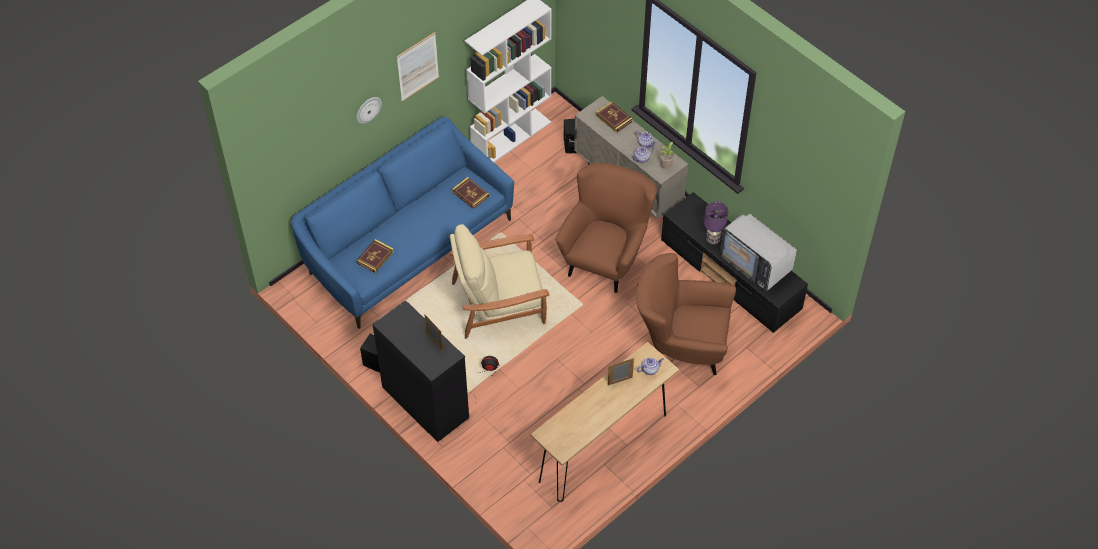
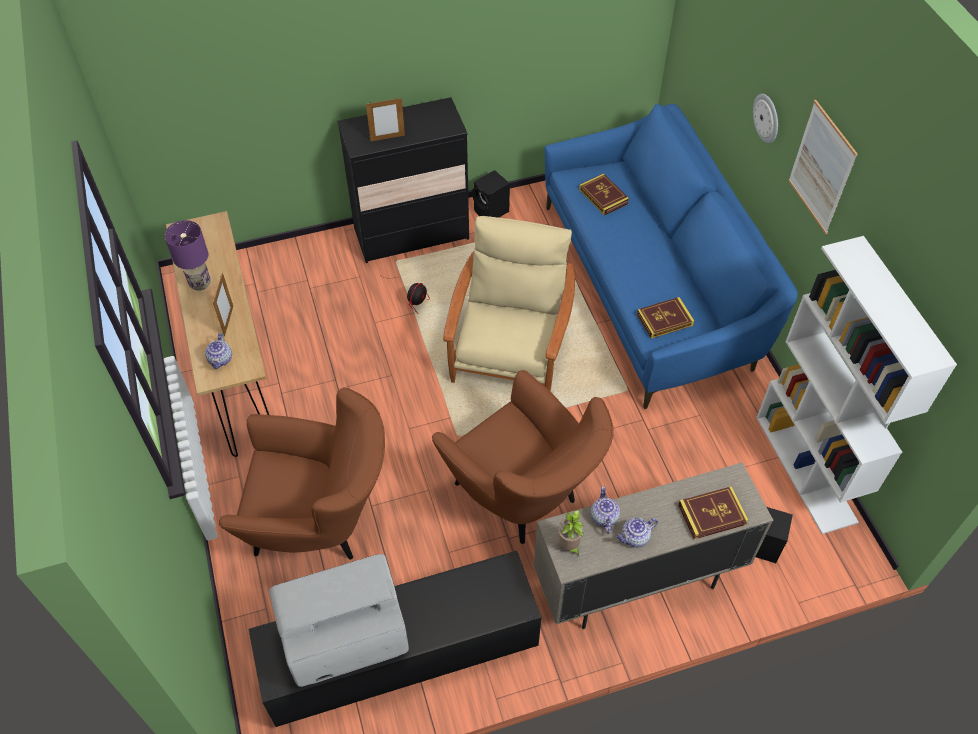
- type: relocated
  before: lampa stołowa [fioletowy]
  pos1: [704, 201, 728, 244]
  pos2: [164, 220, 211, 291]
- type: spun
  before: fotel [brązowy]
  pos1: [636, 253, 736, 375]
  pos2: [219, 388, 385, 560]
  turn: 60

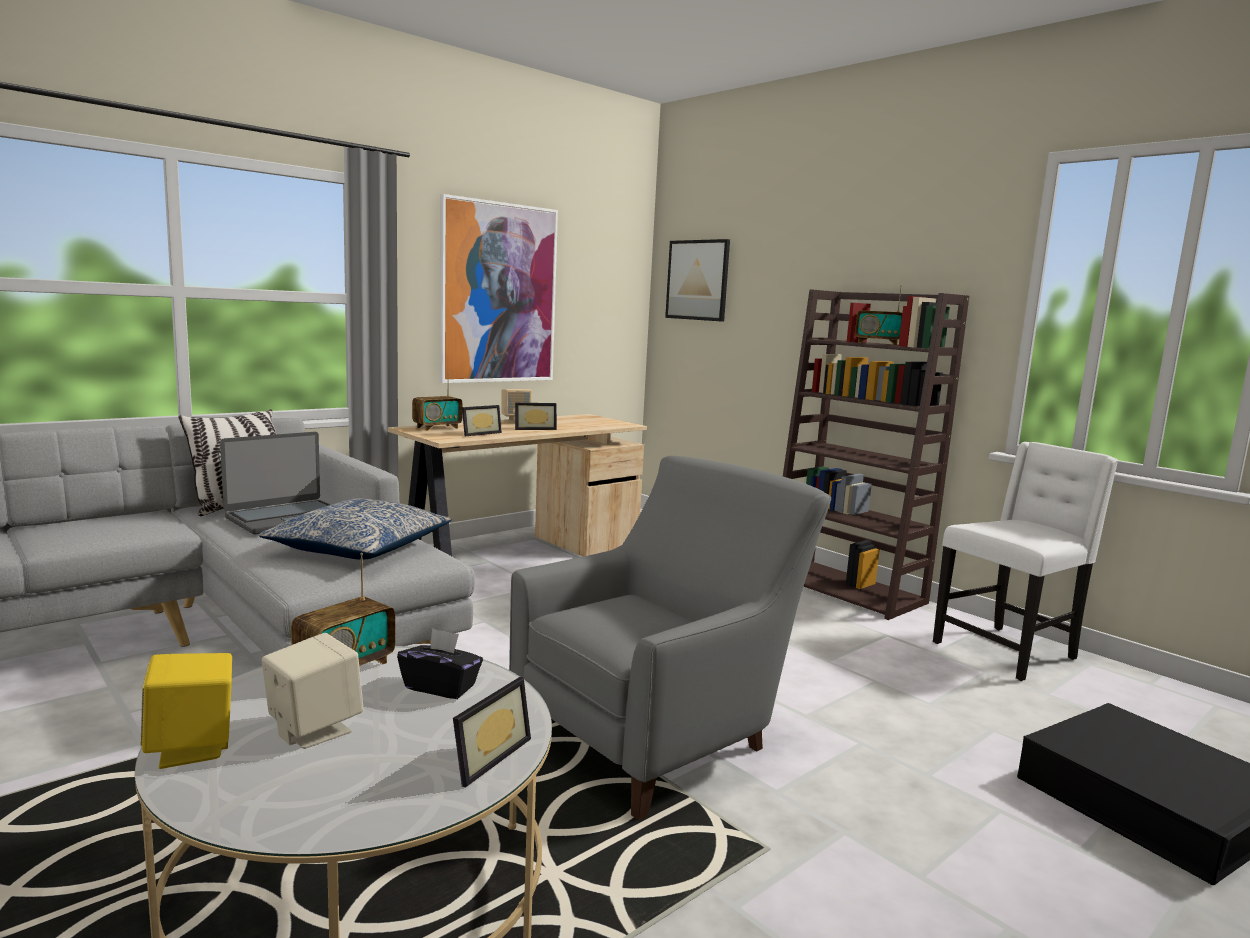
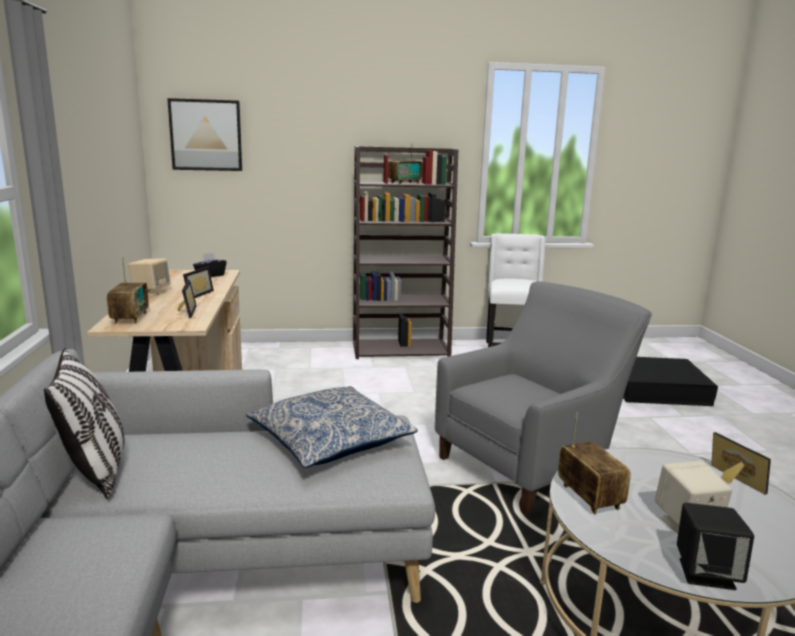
- type: missing
  before: obraz
  pos1: [439, 194, 558, 383]
- type: missing
  before: laptop
  pos1: [220, 432, 330, 535]
- type: spun
  before: fotel [szary]
  pos1: [509, 456, 831, 820]
  pos2: [435, 281, 652, 515]
  turn: 60
- type: relocated
  before: pudełko chusteczek [czarny]
  pos1: [397, 628, 483, 699]
  pos2: [193, 253, 227, 277]
- type: colour
  before: głośnik [żółty]
  after: głośnik [czarny]
  pos1: [141, 653, 232, 769]
  pos2: [677, 503, 754, 590]

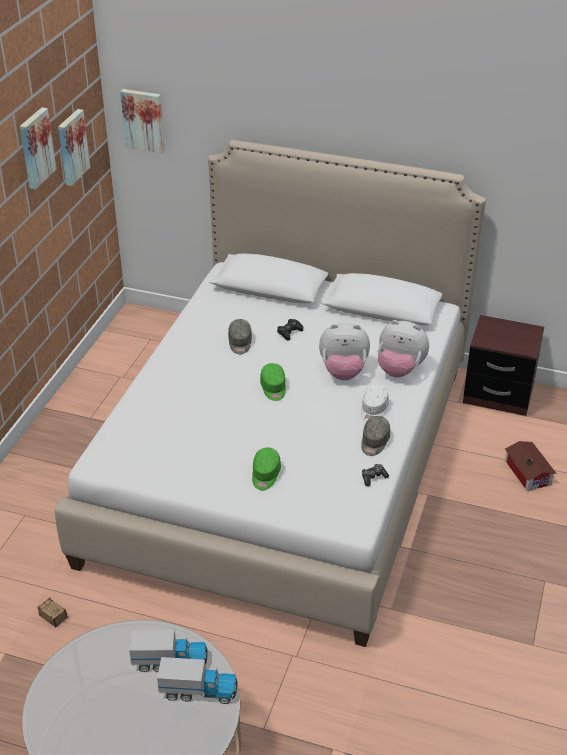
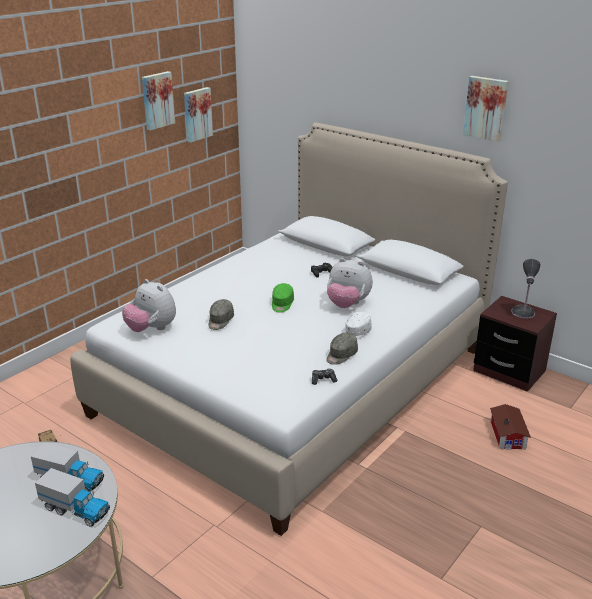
- type: relocated
  before: obraz
  pos1: [120, 89, 165, 153]
  pos2: [463, 76, 509, 142]
- type: relocated
  before: czapka z daszkiem [szary]
  pos1: [228, 319, 252, 354]
  pos2: [208, 299, 234, 330]
- type: relocated
  before: pluszak
  pos1: [378, 320, 429, 378]
  pos2: [122, 279, 176, 332]
- type: missing
  before: czapka z daszkiem [zielony]
  pos1: [252, 447, 281, 490]
- type: appeared
  after: lampa stołowa
  pos2: [511, 259, 540, 319]

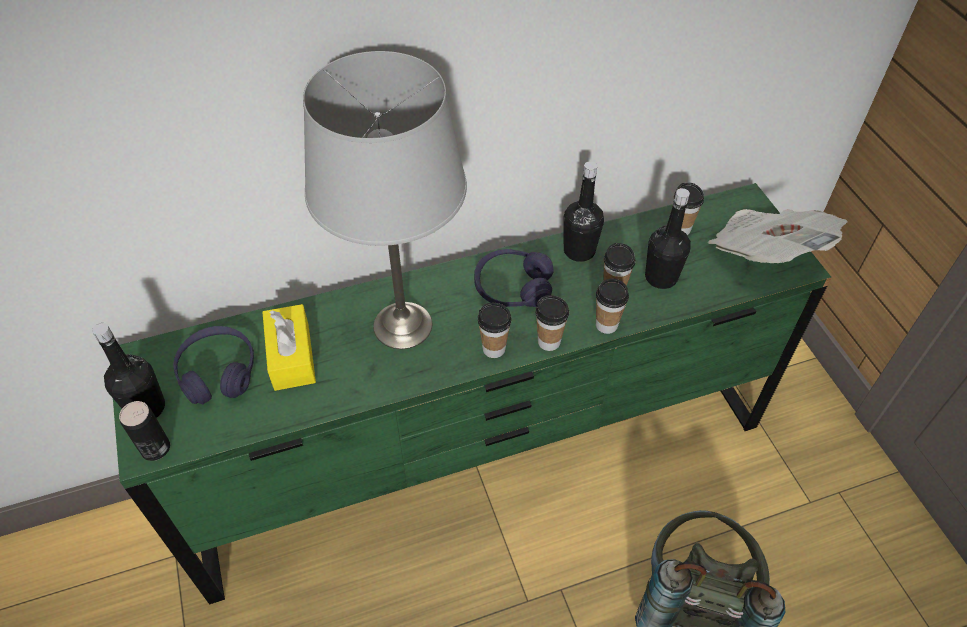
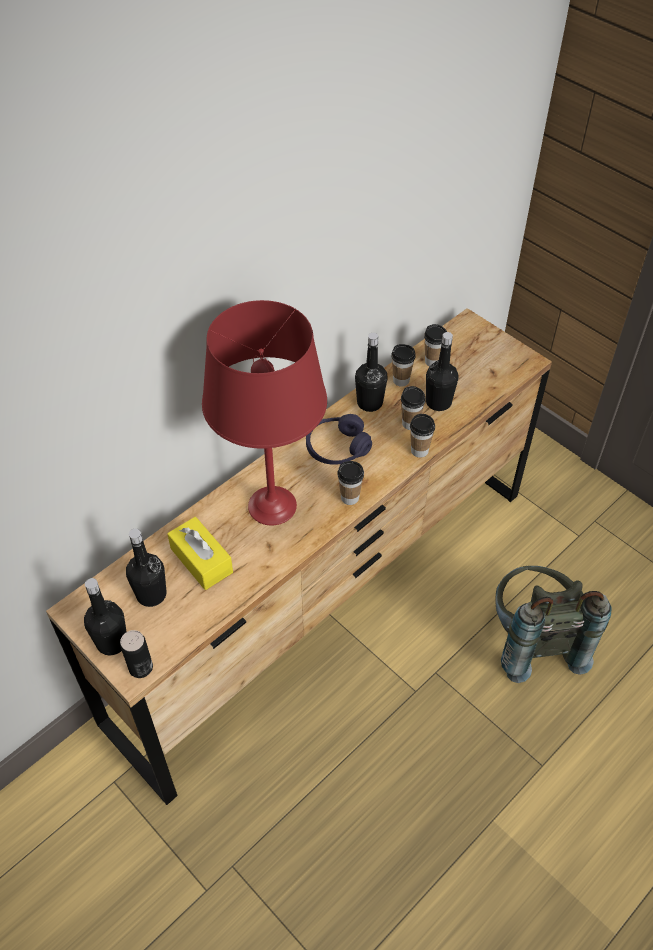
- type: colour
  before: lampa stołowa [szary]
  after: lampa stołowa [czerwony]
  pos1: [303, 51, 467, 349]
  pos2: [202, 300, 327, 526]
- type: colour
  before: komoda [zielony]
  after: komoda [brązowy]
  pos1: [110, 183, 832, 605]
  pos2: [46, 308, 552, 805]
- type: missing
  before: gazeta
  pos1: [708, 209, 847, 263]
- type: relocated
  before: filiżanka
  pos1: [536, 295, 569, 351]
  pos2: [392, 344, 416, 387]
- type: exchanged
  before: słuchawki [fioletowy]
  after: butelka [czarny]
  pos1: [173, 326, 254, 404]
  pos2: [126, 529, 167, 607]

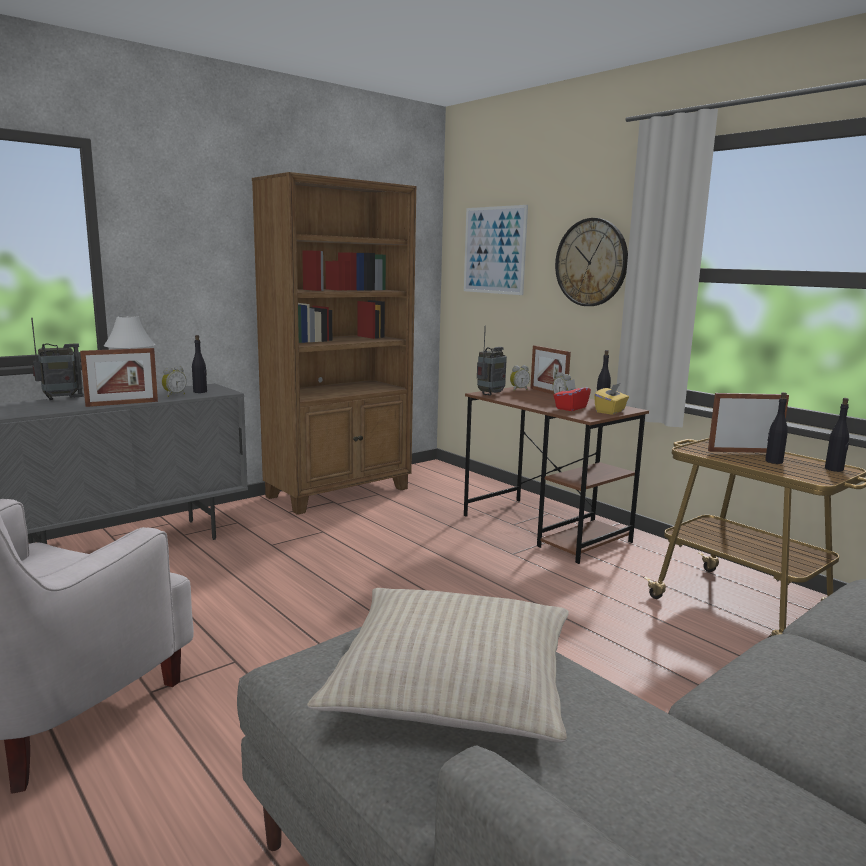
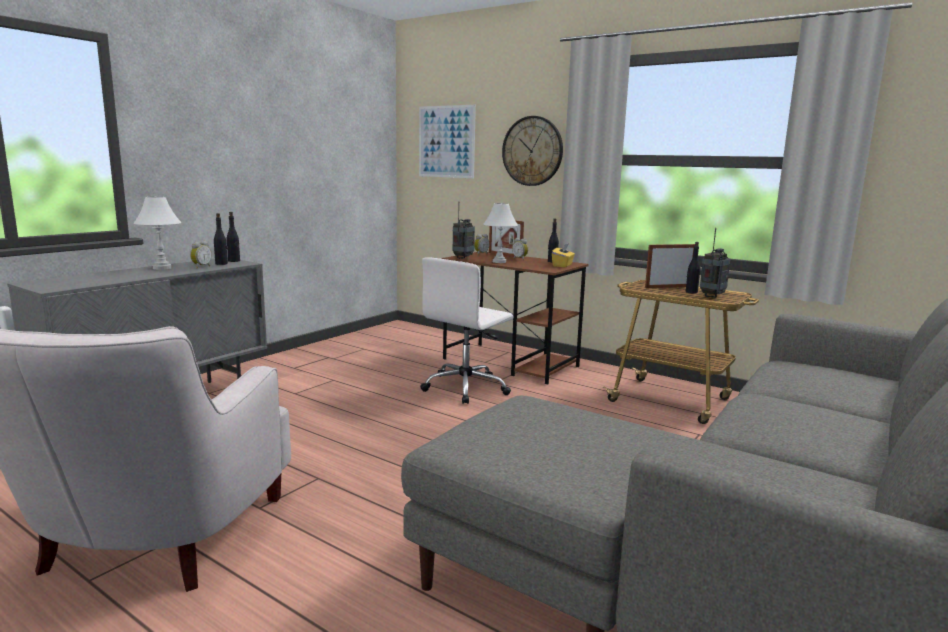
- type: missing
  before: regał [brązowy]
  pos1: [252, 172, 416, 515]
- type: relocated
  before: radio
  pos1: [31, 318, 84, 400]
  pos2: [700, 228, 731, 298]
- type: missing
  before: ramka na zdjęcie
  pos1: [80, 348, 158, 407]
- type: missing
  before: pudełko chusteczek [czerwony]
  pos1: [553, 379, 591, 411]
- type: relocated
  before: butelka [czarny]
  pos1: [825, 398, 849, 472]
  pos2: [227, 212, 240, 262]
- type: missing
  before: poduszka [beżowy]
  pos1: [307, 588, 569, 742]
- type: appeared
  after: lampa stołowa [biały]
  pos2: [483, 203, 518, 263]
- type: appeared
  after: krzesło biurowe [biały]
  pos2: [420, 258, 513, 404]

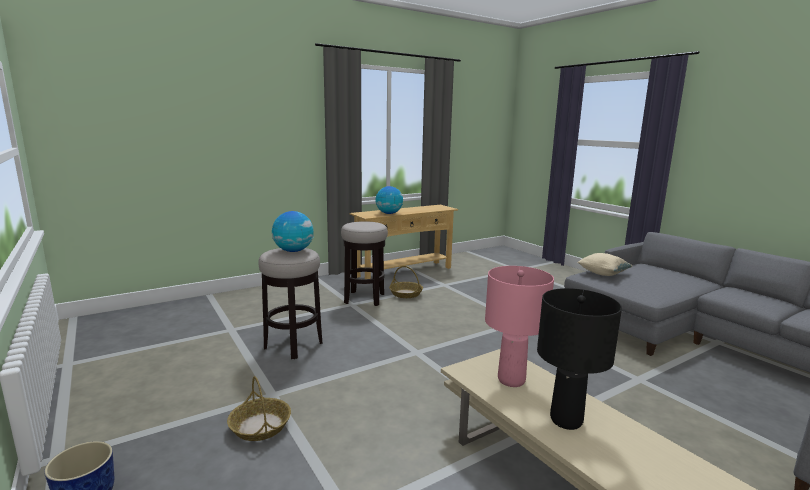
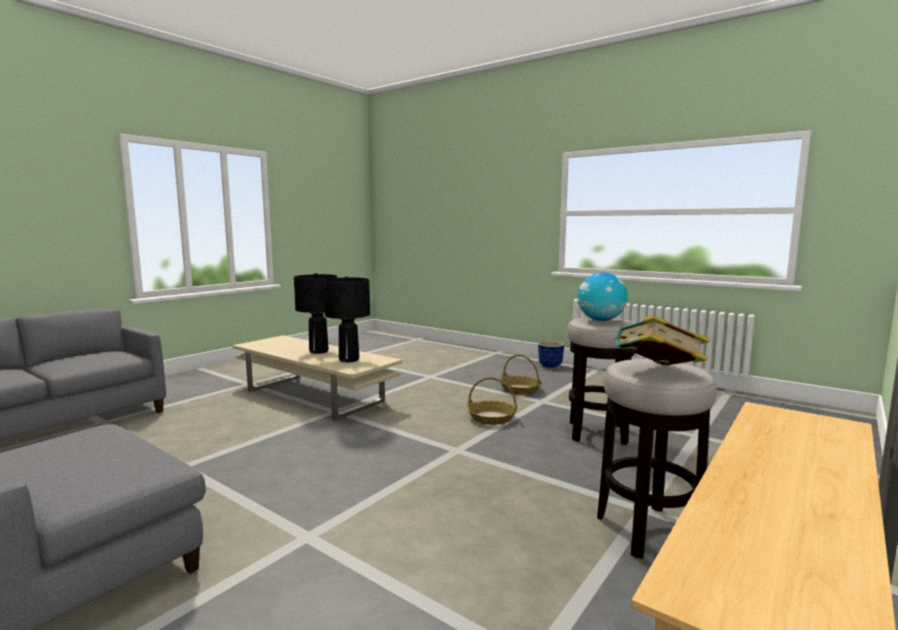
- type: missing
  before: globus
  pos1: [376, 186, 403, 214]
- type: missing
  before: poduszka [beżowy]
  pos1: [578, 253, 632, 276]
- type: relocated
  before: koszyk
  pos1: [389, 266, 423, 298]
  pos2: [467, 377, 517, 425]
- type: colour
  before: lampa stołowa [różowy]
  after: lampa stołowa [czarny]
  pos1: [485, 266, 554, 387]
  pos2: [323, 276, 370, 362]
- type: appeared
  after: książka
  pos2: [614, 315, 710, 365]

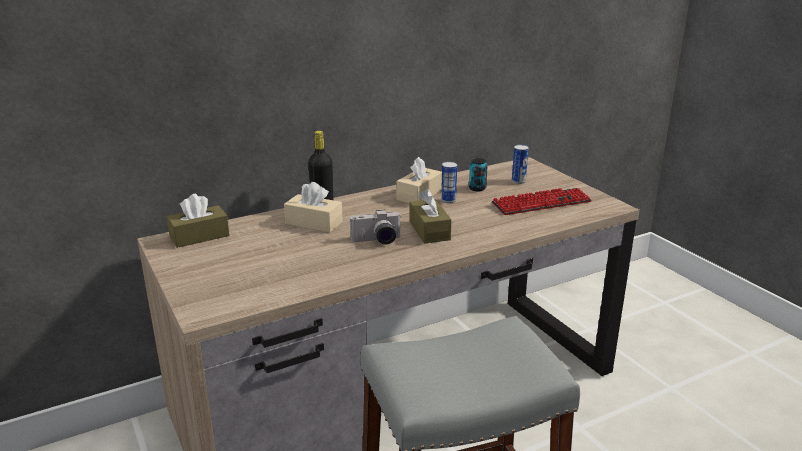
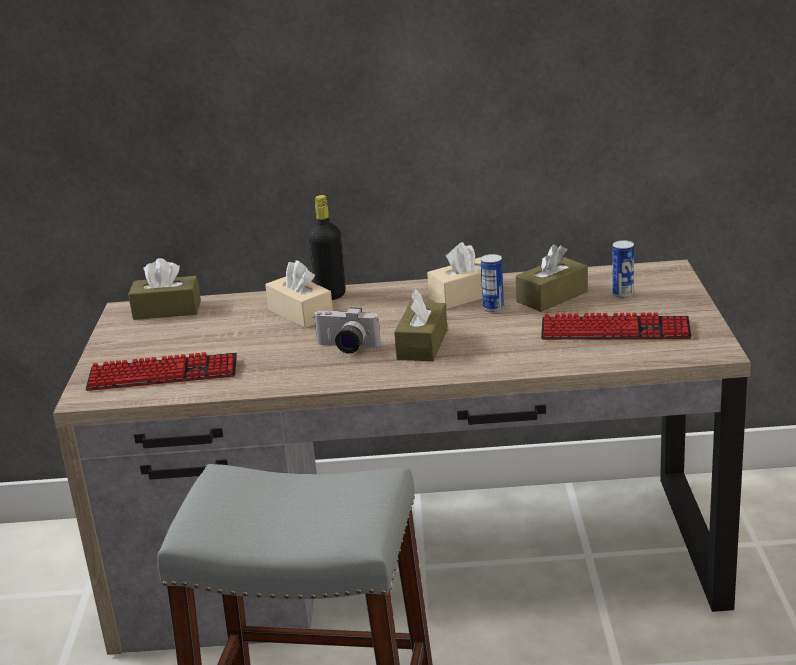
- type: exchanged
  before: puszka
  after: pudełko chusteczek [brązowy]
  pos1: [469, 158, 488, 191]
  pos2: [516, 245, 588, 312]
- type: appeared
  after: klawiatura
  pos2: [85, 352, 237, 391]

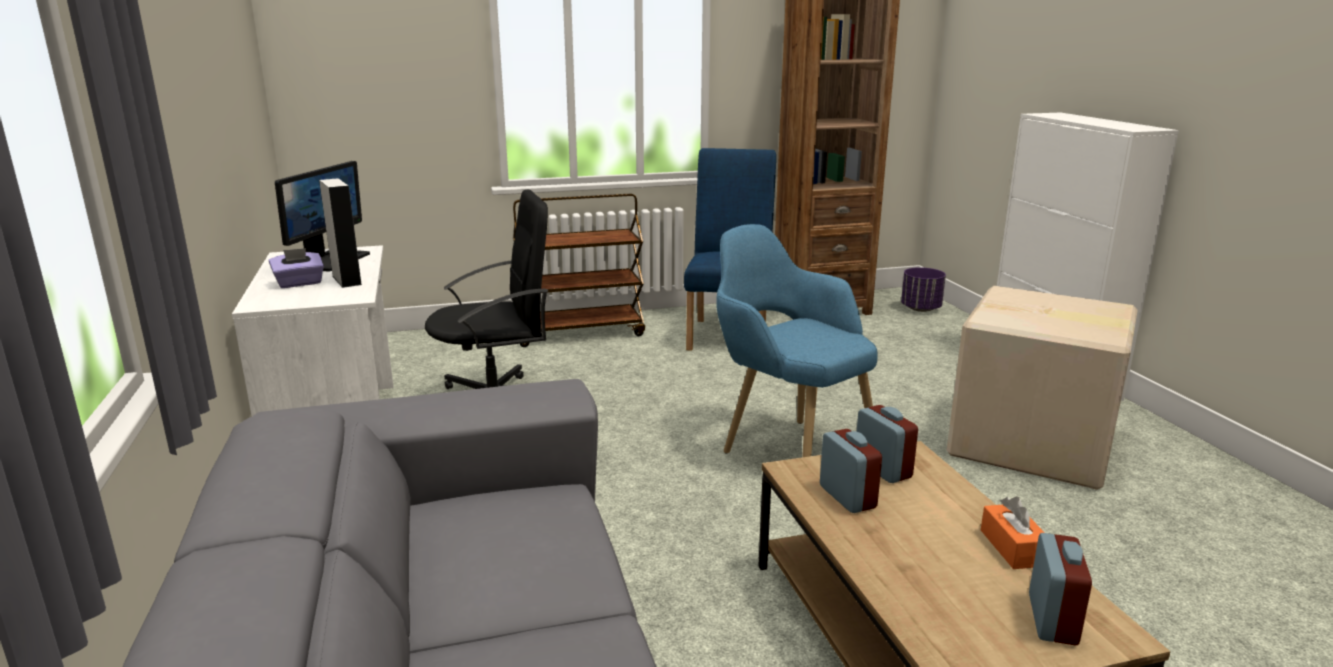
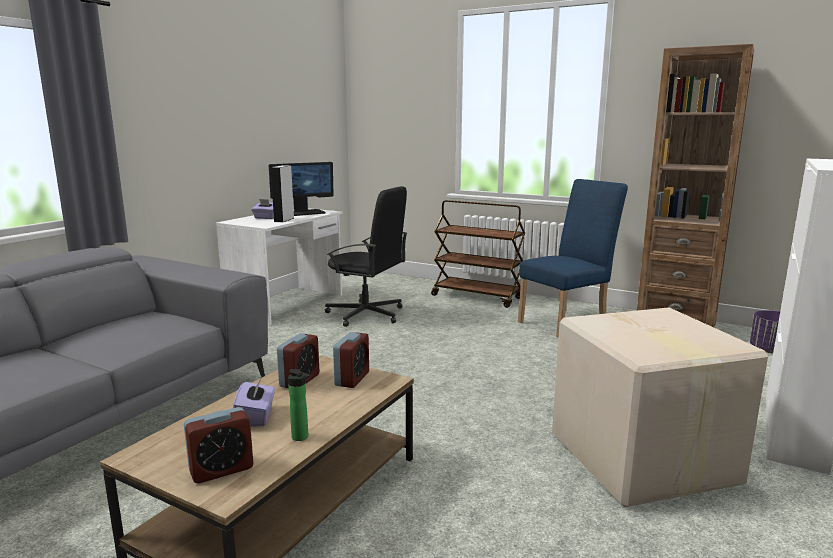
- type: missing
  before: fotel [niebieski]
  pos1: [716, 224, 877, 457]
- type: exchanged
  before: pudełko chusteczek [pomarańczowy]
  after: butelka
  pos1: [981, 496, 1045, 569]
  pos2: [288, 369, 311, 441]
- type: appeared
  after: pudełko chusteczek [fioletowy]
  pos2: [233, 377, 275, 427]

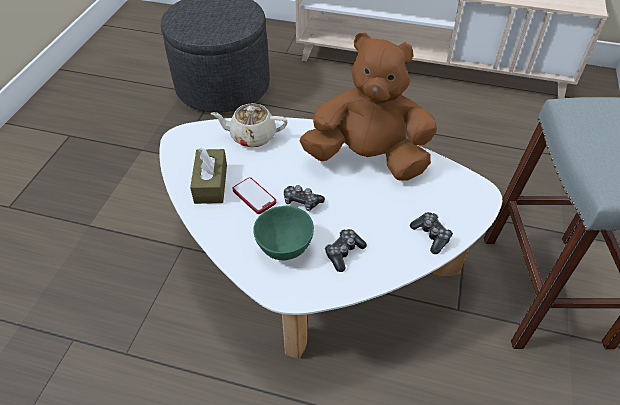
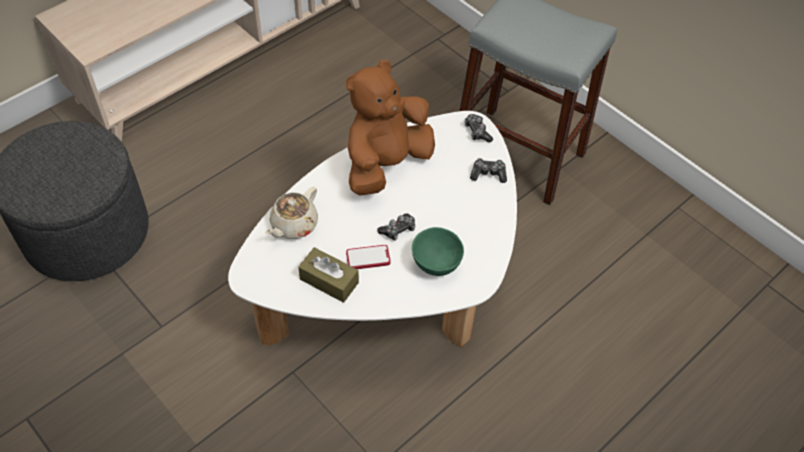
- type: relocated
  before: pad do gier
  pos1: [325, 229, 367, 272]
  pos2: [464, 114, 493, 142]

